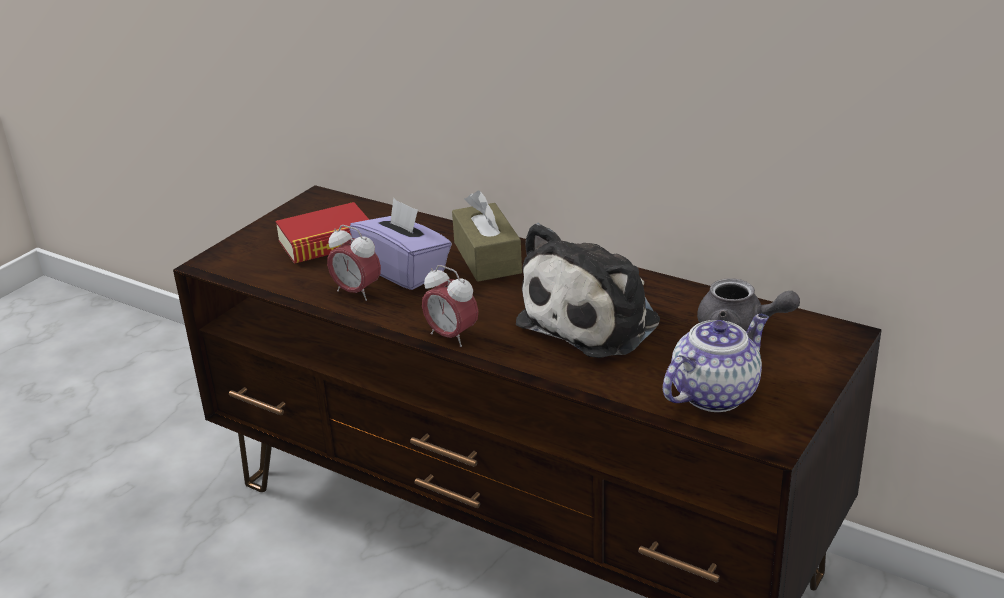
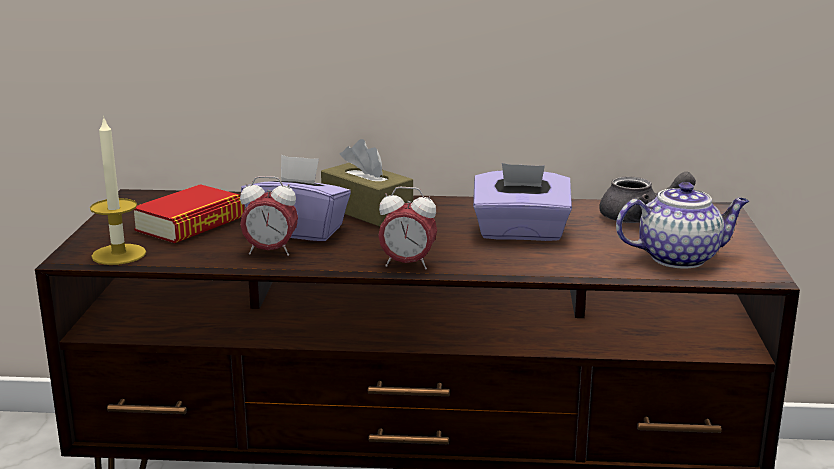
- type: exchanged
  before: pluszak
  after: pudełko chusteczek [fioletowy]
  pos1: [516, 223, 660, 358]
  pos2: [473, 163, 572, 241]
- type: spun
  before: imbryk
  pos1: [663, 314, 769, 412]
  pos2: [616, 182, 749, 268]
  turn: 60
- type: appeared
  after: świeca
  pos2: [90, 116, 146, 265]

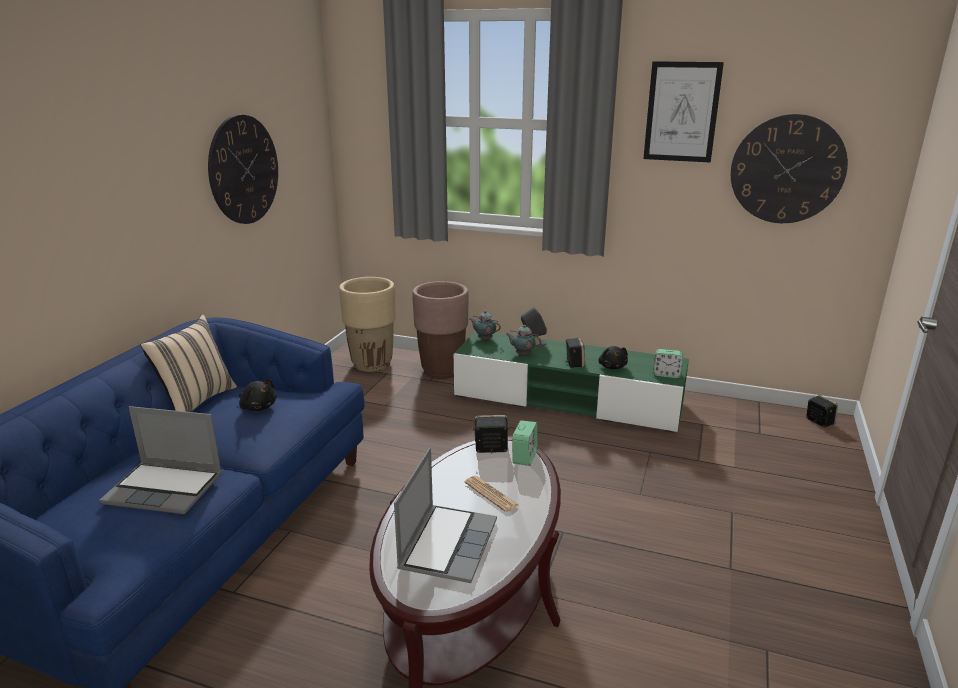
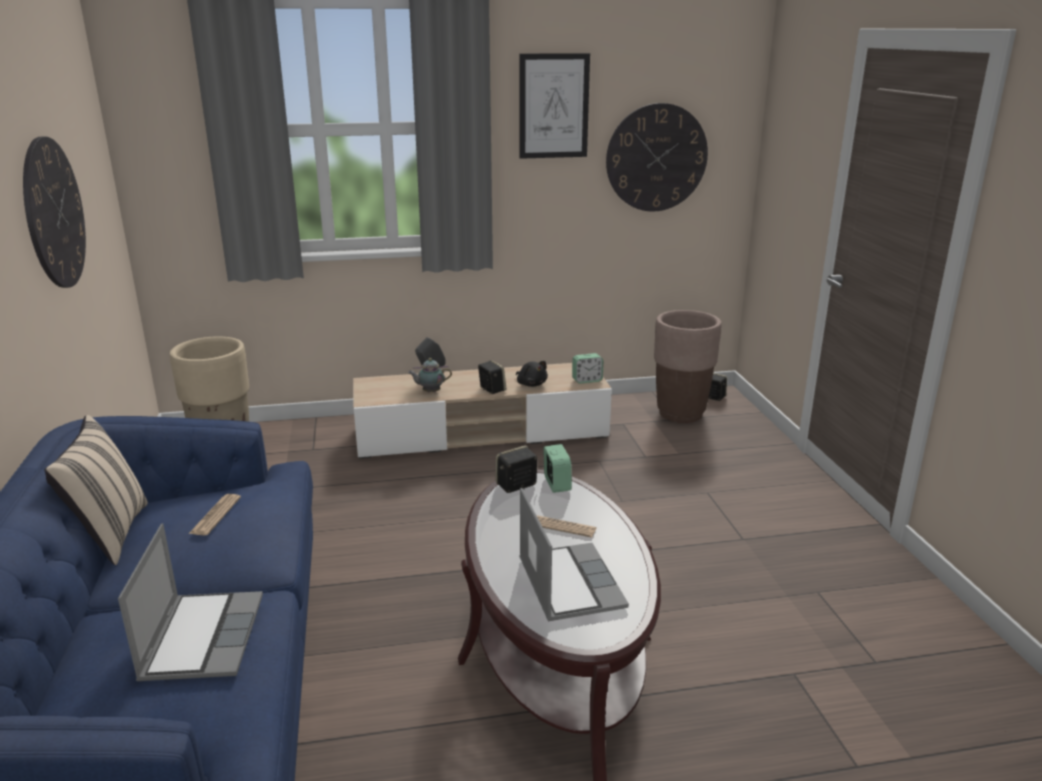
- type: relocated
  before: donica [brązowy]
  pos1: [412, 281, 469, 379]
  pos2: [654, 310, 722, 423]
- type: missing
  before: imbryk
  pos1: [470, 311, 501, 340]
- type: colour
  before: szafka pod telewizor [zielony]
  after: szafka pod telewizor [beżowy]
  pos1: [454, 331, 689, 433]
  pos2: [353, 363, 612, 459]
- type: exchanged
  before: pluszak [czarny]
  after: gazeta
  pos1: [239, 379, 277, 411]
  pos2: [189, 494, 241, 535]
- type: spun
  before: laptop
  pos1: [100, 406, 222, 514]
  pos2: [118, 523, 263, 681]
  turn: -75

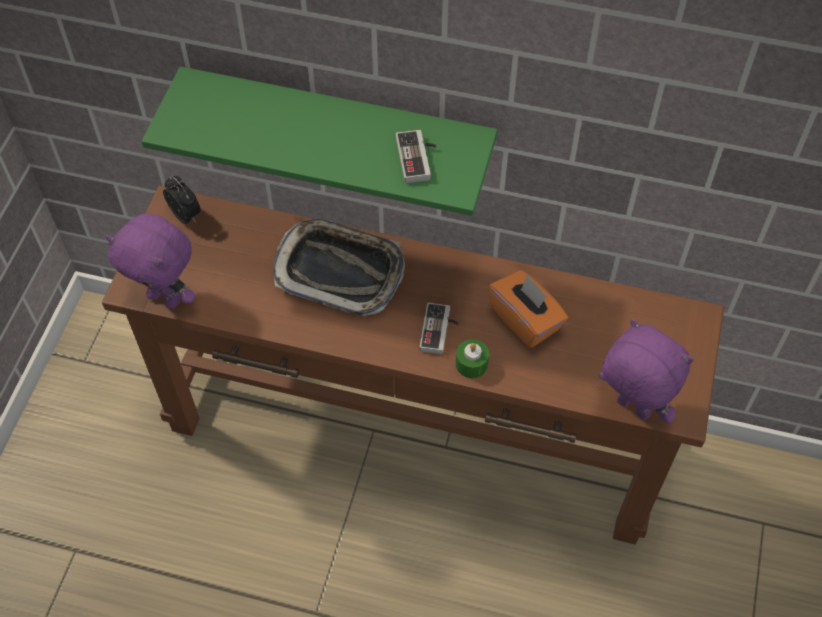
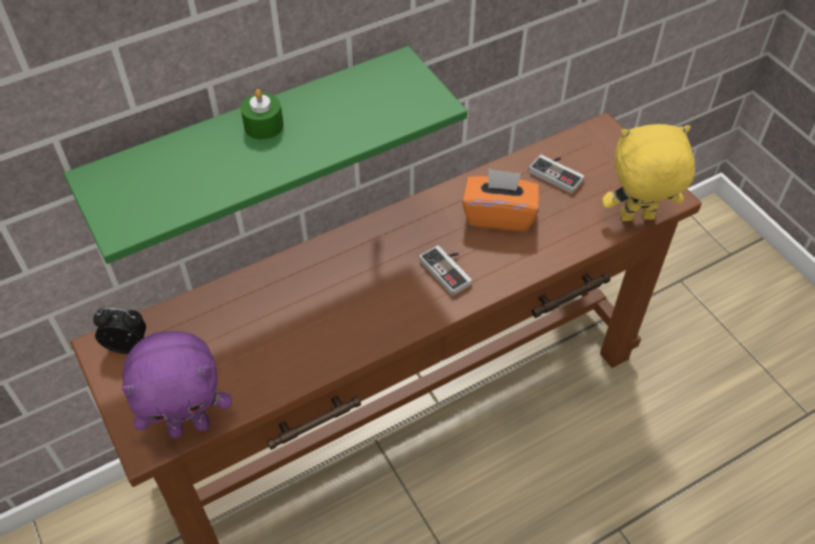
- type: relocated
  before: pad do gier
  pos1: [396, 130, 437, 183]
  pos2: [529, 155, 585, 194]
- type: missing
  before: taca
  pos1: [274, 219, 405, 316]
- type: colour
  before: pluszak [fioletowy]
  after: pluszak [żółty]
  pos1: [599, 319, 694, 424]
  pos2: [602, 124, 695, 221]
- type: relocated
  before: świeca [zielony]
  pos1: [456, 339, 489, 378]
  pos2: [241, 89, 284, 140]

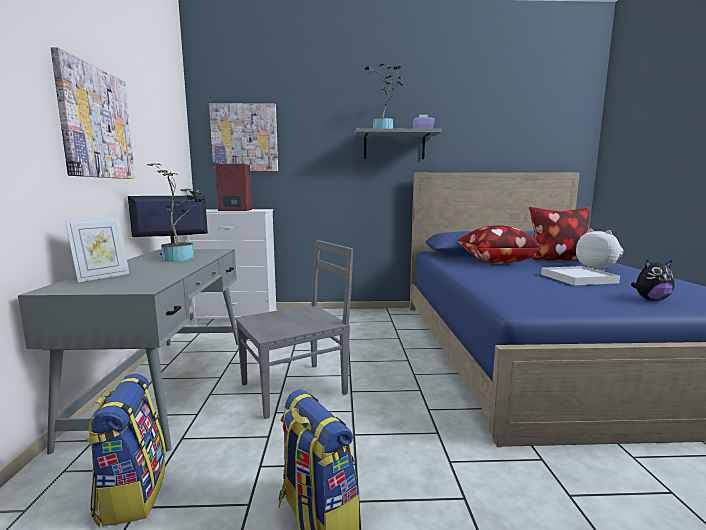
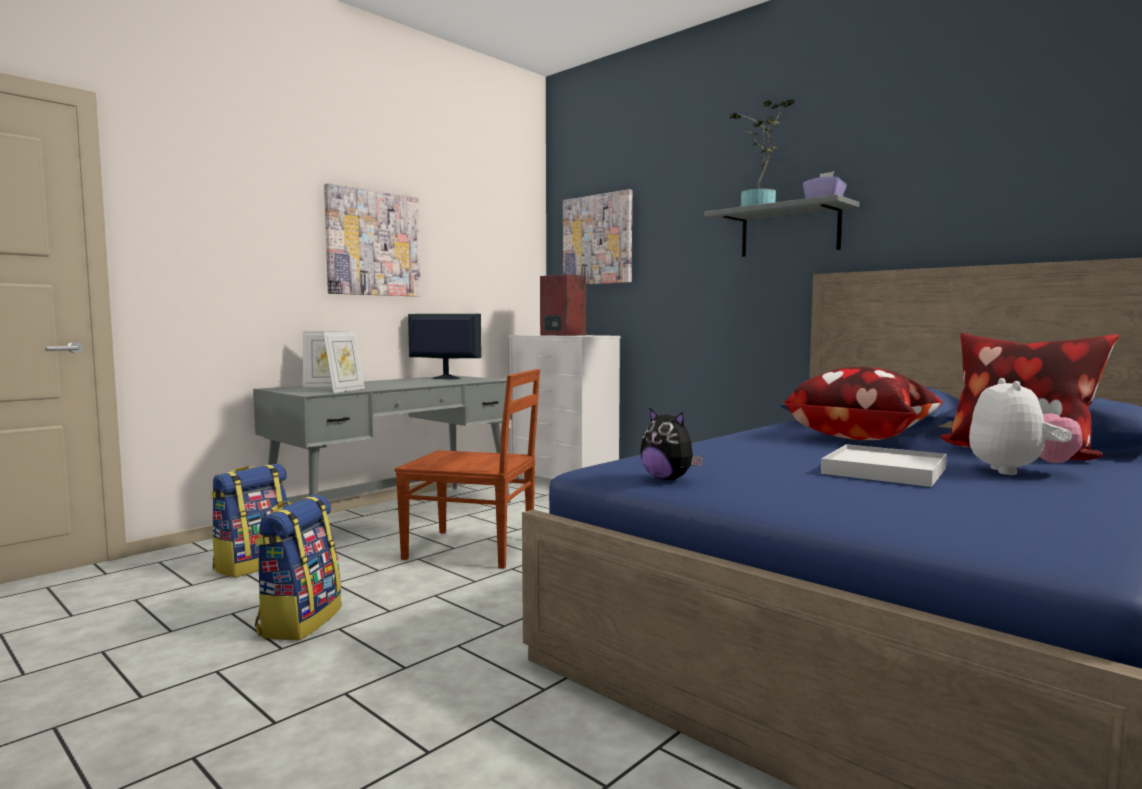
- type: missing
  before: roślina doniczkowa
  pos1: [147, 163, 205, 262]
- type: colour
  before: krzesło [szary]
  after: krzesło [brązowy]
  pos1: [235, 240, 353, 419]
  pos2: [395, 369, 540, 569]
- type: relocated
  before: pluszak
  pos1: [631, 260, 675, 301]
  pos2: [640, 408, 703, 480]
- type: appeared
  after: ramka na zdjęcie
  pos2: [323, 331, 365, 393]

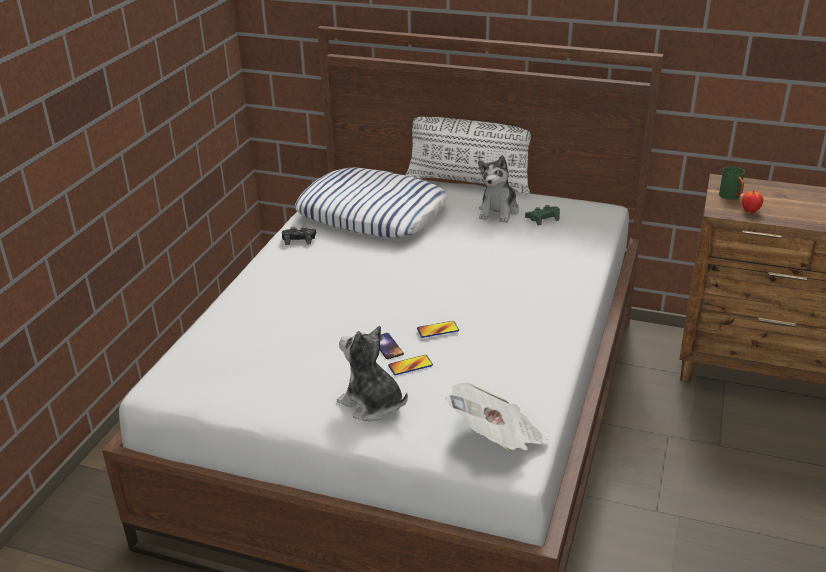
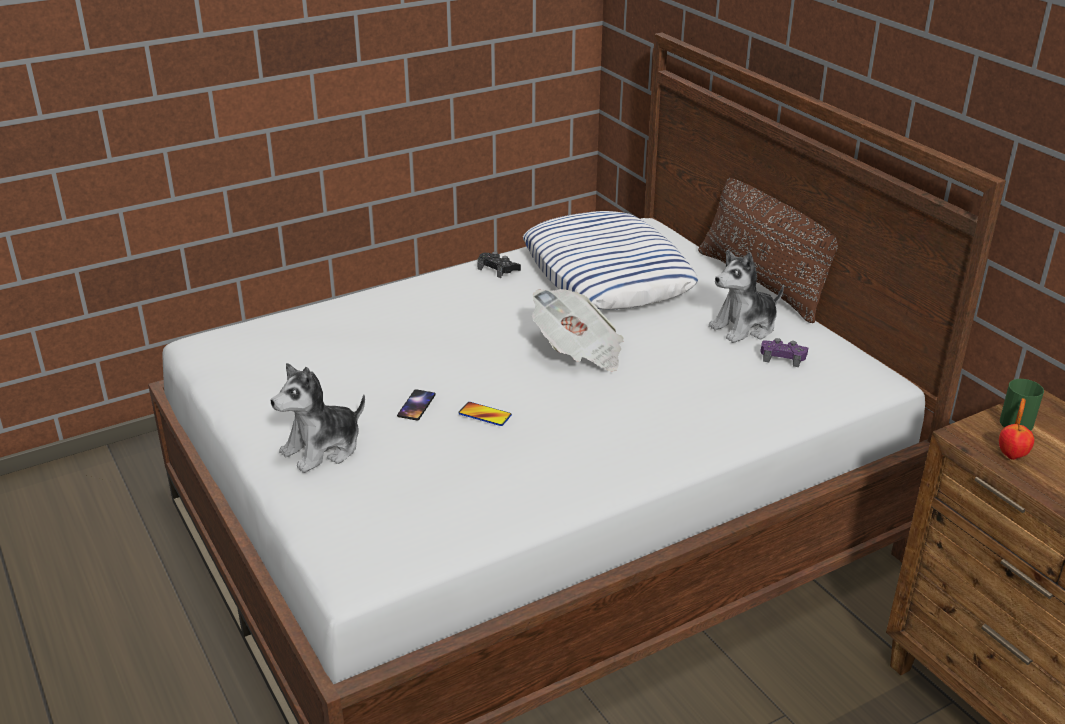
- type: colour
  before: poduszka [biały]
  after: poduszka [brązowy]
  pos1: [406, 117, 531, 194]
  pos2: [698, 178, 838, 323]
- type: colour
  before: pad do gier [zielony]
  after: pad do gier [fioletowy]
  pos1: [525, 205, 560, 225]
  pos2: [760, 338, 808, 367]
- type: spun
  before: pluszak
  pos1: [337, 326, 408, 421]
  pos2: [271, 363, 365, 473]
  turn: -120
- type: missing
  before: telefon
  pos1: [388, 355, 433, 375]
- type: relocated
  before: gazeta
  pos1: [445, 383, 548, 451]
  pos2: [532, 289, 624, 371]

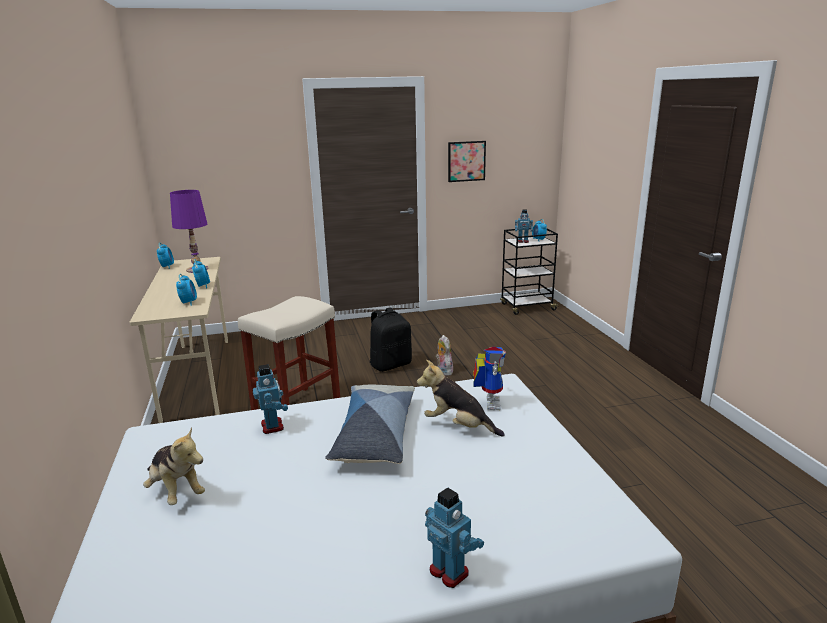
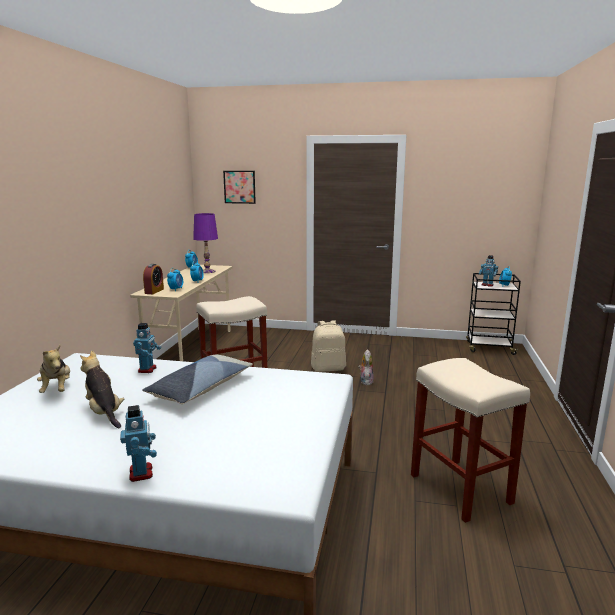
- type: relocated
  before: obraz
  pos1: [448, 141, 486, 182]
  pos2: [223, 171, 256, 204]
- type: colour
  before: plecak [czarny]
  after: plecak [beżowy]
  pos1: [370, 307, 412, 372]
  pos2: [311, 320, 346, 372]
- type: missing
  before: robot zabawkowy
  pos1: [473, 347, 506, 410]
- type: relocated
  before: pluszak
  pos1: [417, 360, 505, 437]
  pos2: [80, 351, 124, 428]
- type: appeared
  after: budzik
  pos2: [143, 264, 164, 294]
- type: appeared
  after: stołek [beżowy]
  pos2: [411, 358, 530, 523]

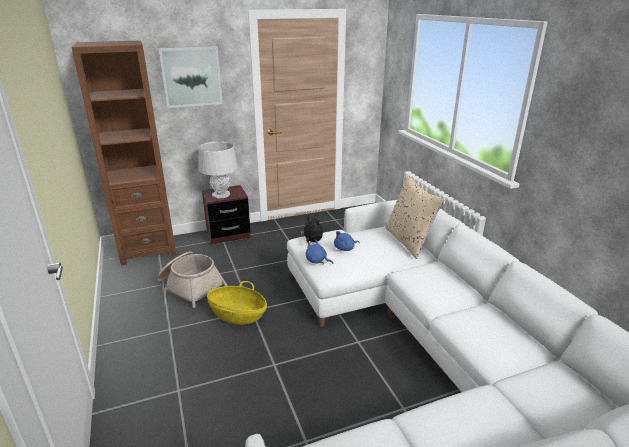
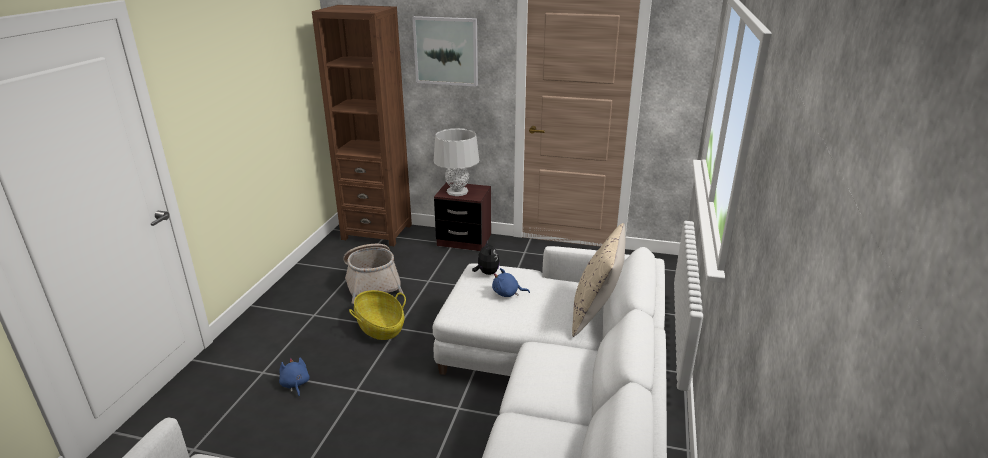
- type: relocated
  before: pluszak [niebieski]
  pos1: [306, 240, 333, 264]
  pos2: [279, 357, 310, 397]

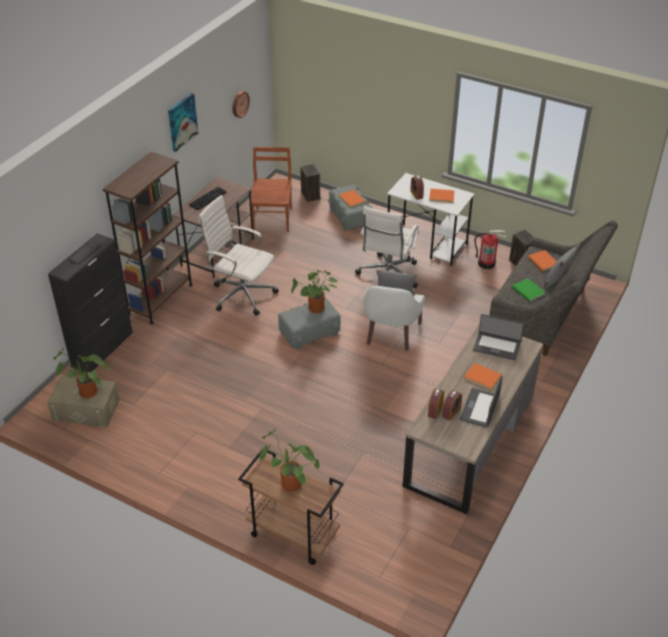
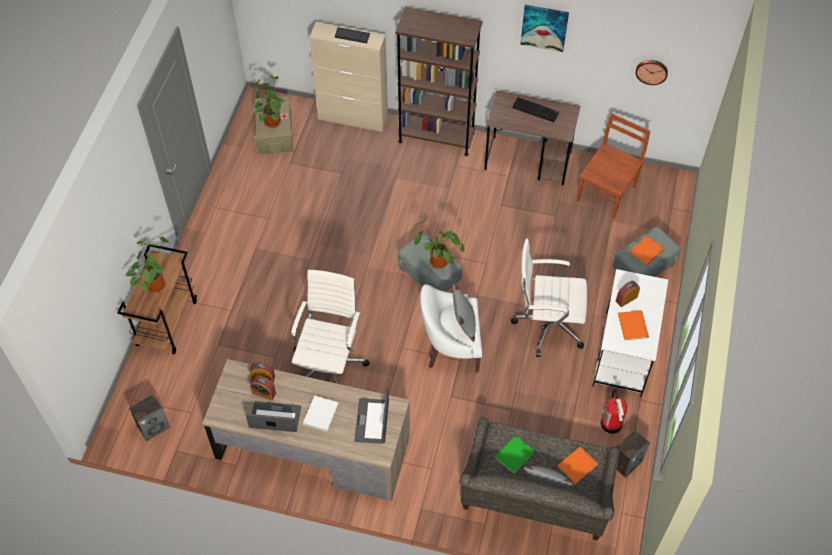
- type: spun
  before: krzesło [brązowy]
  pos1: [251, 147, 292, 232]
  pos2: [577, 113, 651, 219]
  turn: -45
- type: relocated
  before: głośnik
  pos1: [300, 164, 320, 202]
  pos2: [129, 395, 170, 441]
- type: relocated
  before: krzesło biurowe [biały]
  pos1: [199, 195, 279, 315]
  pos2: [291, 270, 370, 384]
- type: colour
  before: szafka [czarny]
  after: szafka [beżowy]
  pos1: [48, 233, 133, 372]
  pos2: [309, 22, 388, 132]
- type: colour
  before: książka [pomarańczowy]
  after: książka [biały]
  pos1: [464, 363, 502, 390]
  pos2: [303, 395, 338, 431]

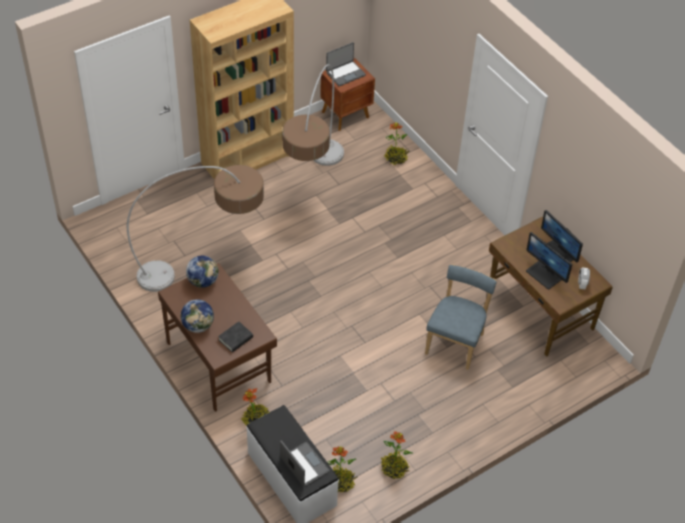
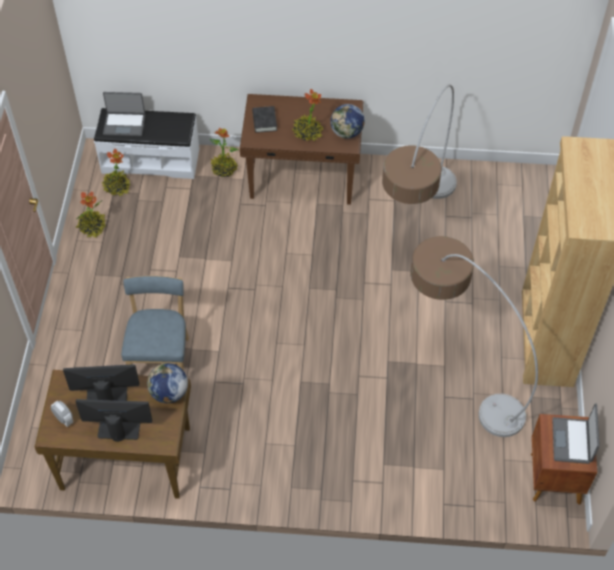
- type: relocated
  before: roślina doniczkowa
  pos1: [384, 122, 409, 165]
  pos2: [292, 89, 323, 141]
- type: spun
  before: krzesło [niebieski]
  pos1: [425, 264, 497, 370]
  pos2: [121, 276, 189, 371]
  turn: -150
- type: relocated
  before: globus
  pos1: [180, 299, 214, 333]
  pos2: [147, 363, 188, 403]

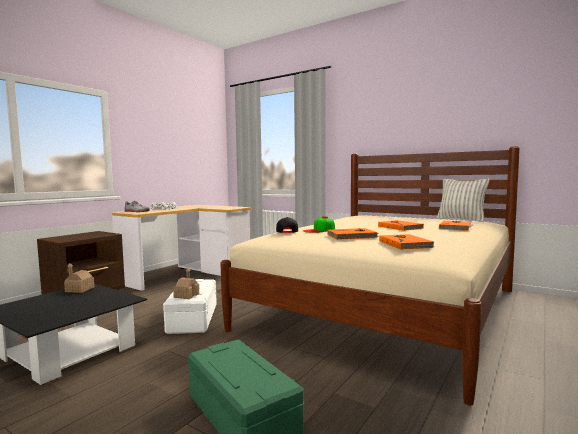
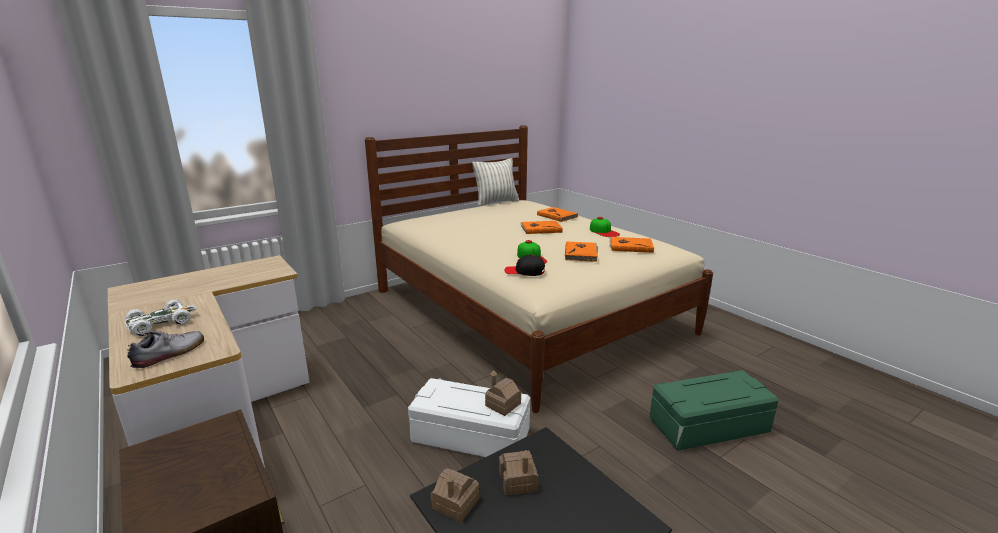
- type: appeared
  after: czapka z daszkiem
  pos2: [590, 217, 620, 237]
- type: appeared
  after: domek
  pos2: [499, 450, 538, 496]

